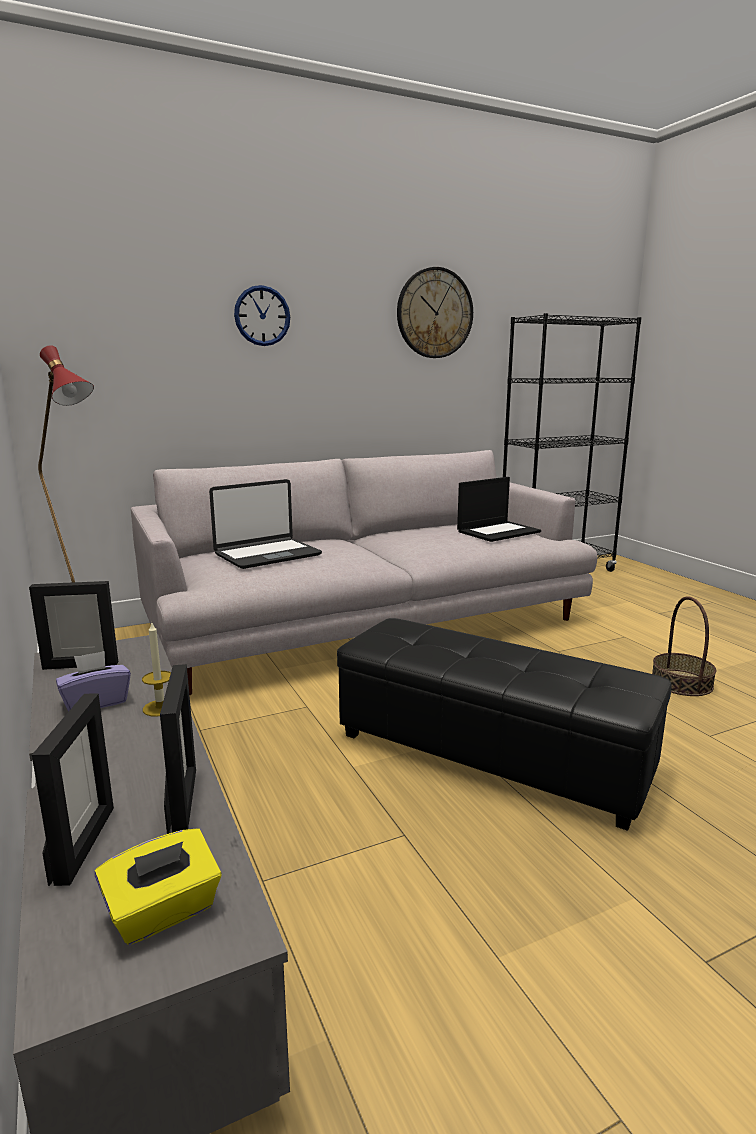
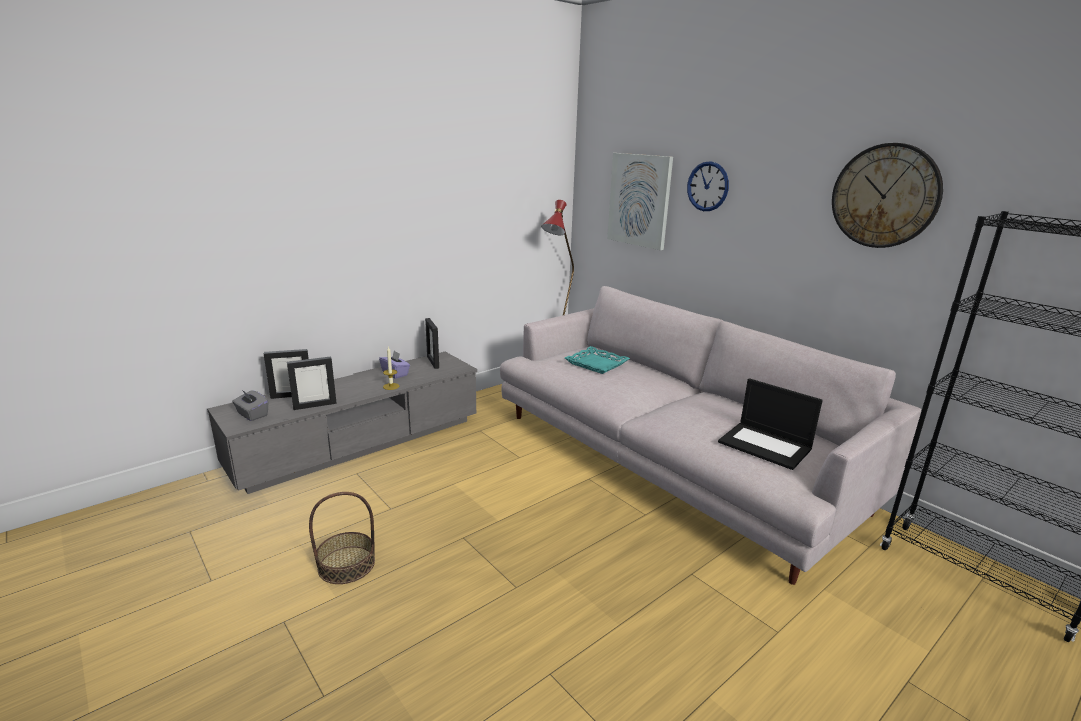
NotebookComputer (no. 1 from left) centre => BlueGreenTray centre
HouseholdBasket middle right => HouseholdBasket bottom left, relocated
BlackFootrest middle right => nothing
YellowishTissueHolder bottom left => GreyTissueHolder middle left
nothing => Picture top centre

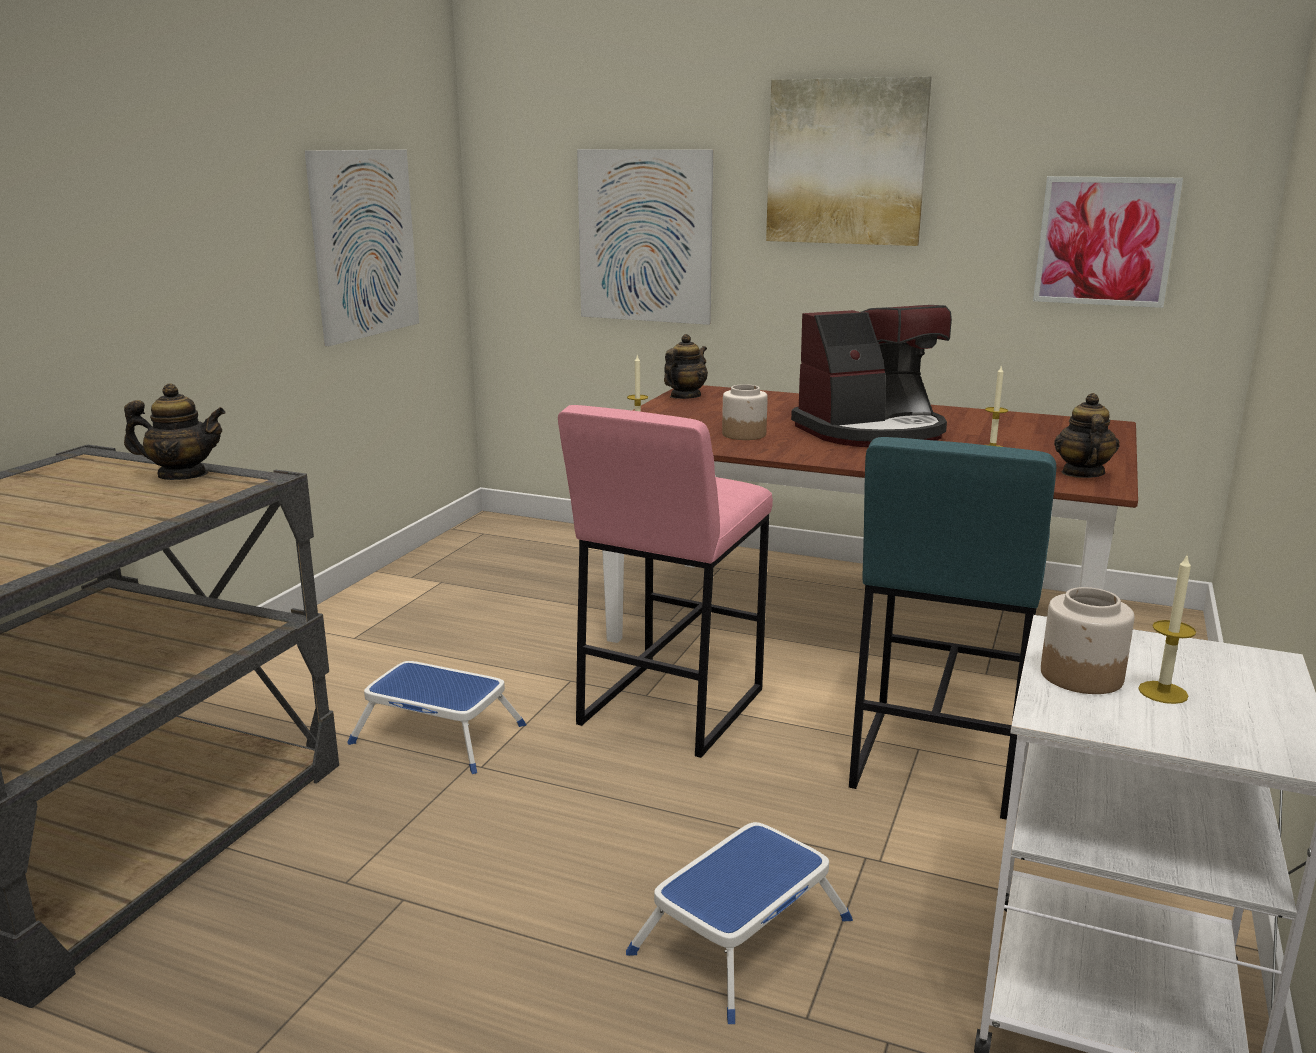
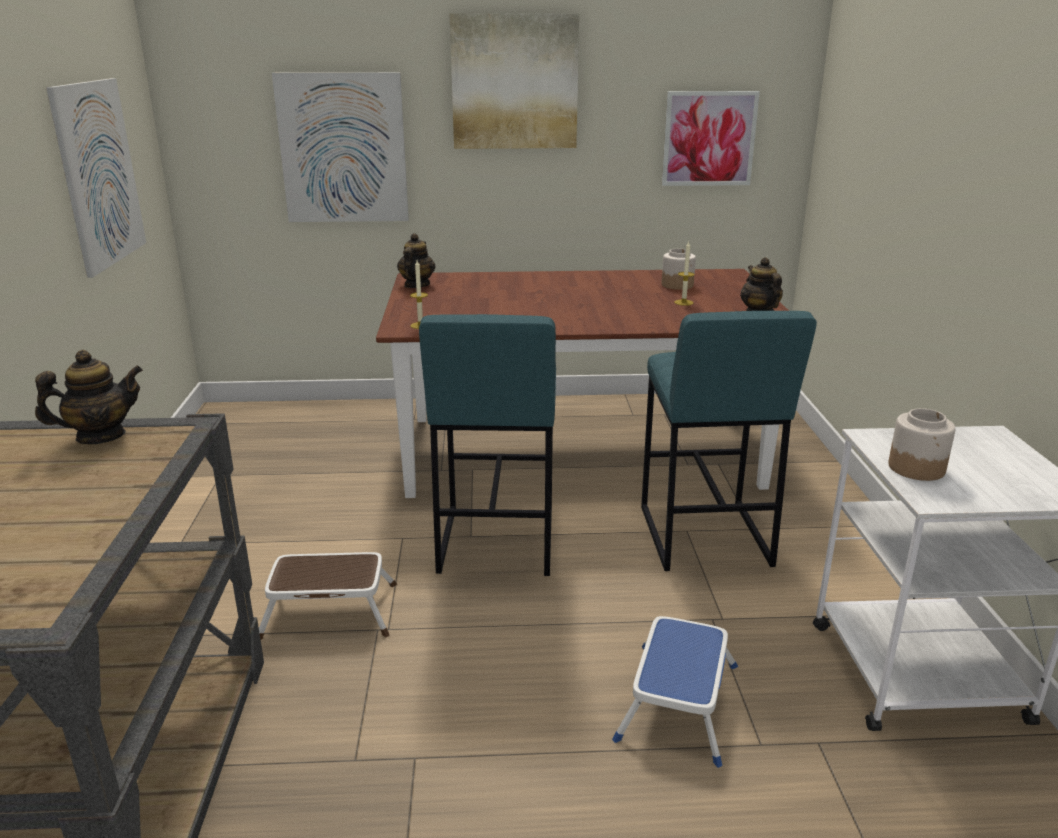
CoffeeMaker centre => nothing
Jar (no. 1 from left) centre => Jar (no. 1 from left) top centre, relocated
PinkColouredStool centre => BlueGreenStool (no. 1 from left) centre
WaxLight (no. 3 from left) middle right => nothing
BlueStepStool (no. 1 from left) bottom left => BrownishStepStool bottom left

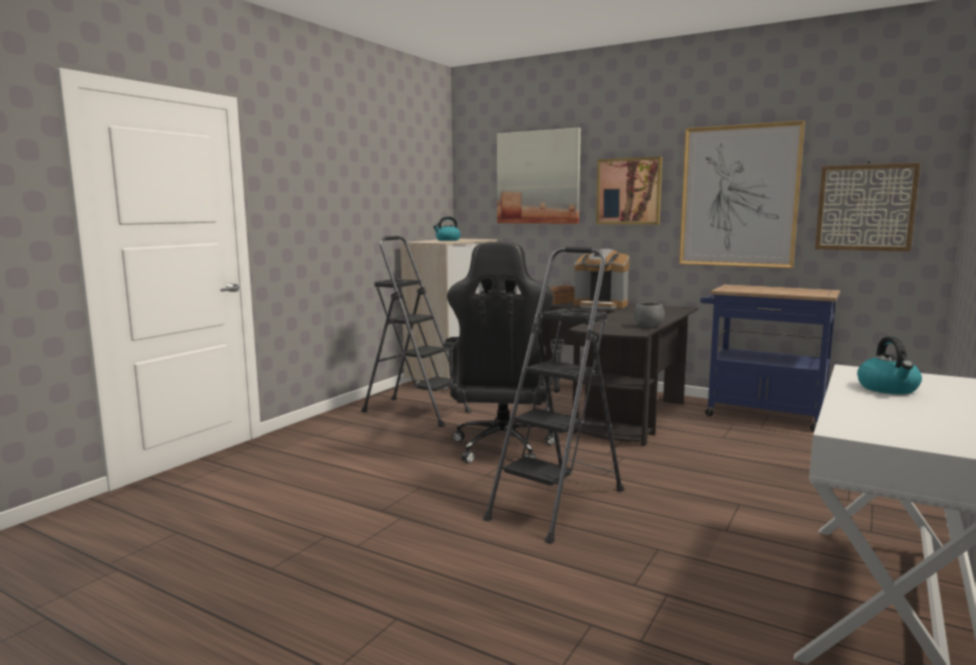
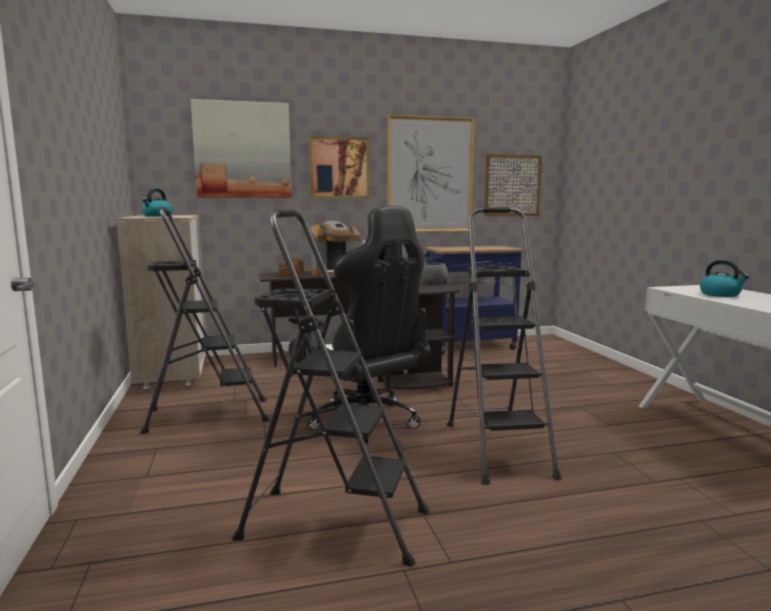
nothing => StepStool (no. 2 from left) centre

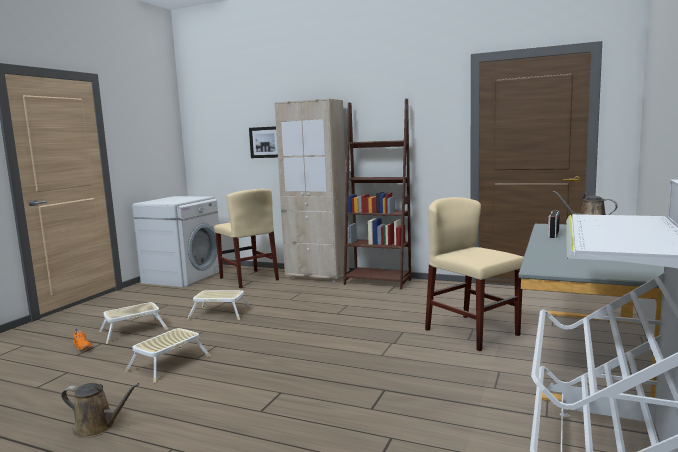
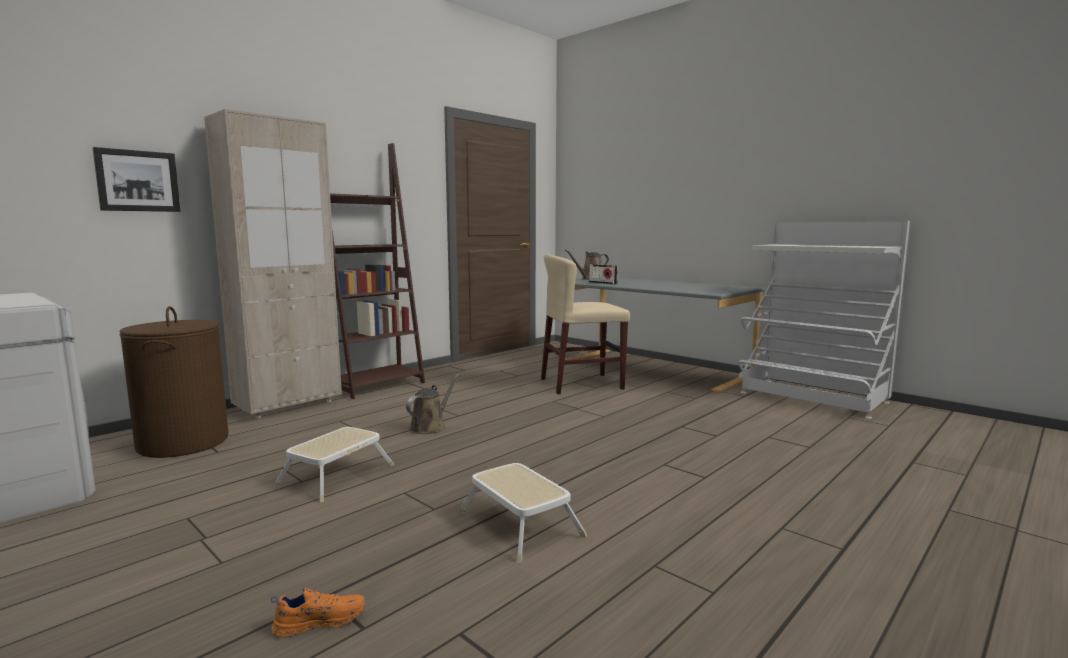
BeigeColouredUprightChair (no. 1 from left) centre => BrownishHamper middle left
BeigeColouredStepStool (no. 1 from left) bottom left => nothing
BrownishWateringPot (no. 1 from left) bottom left => BrownishWateringPot (no. 1 from left) centre, relocated

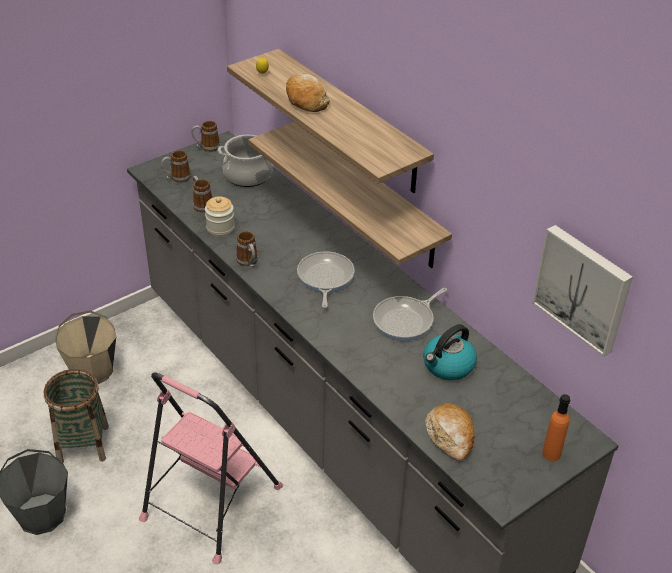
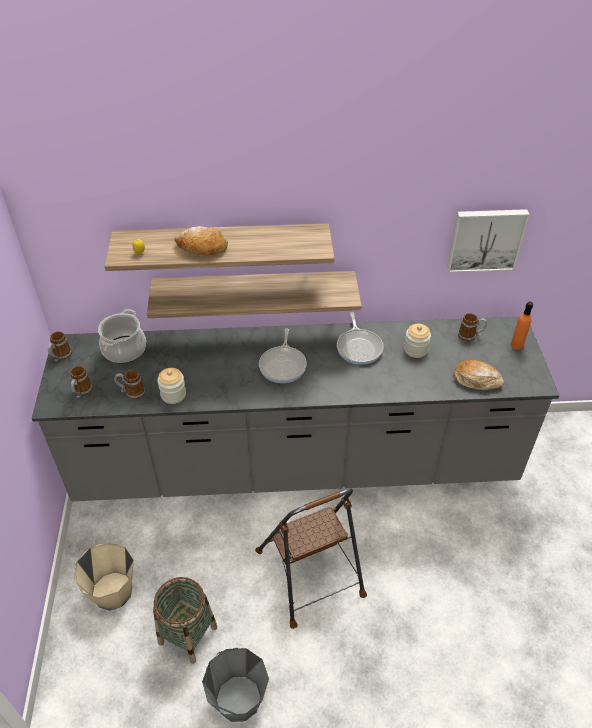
CoffeeMug (no. 4 from left) centre => CoffeeMug (no. 4 from left) middle right, relocated
FryingPan (no. 1 from left) centre, 120 degrees counterclockwise
TeaKettle middle right => Jar (no. 2 from left) middle right
PinkColouredStepStool bottom left => BrownishStepStool bottom centre

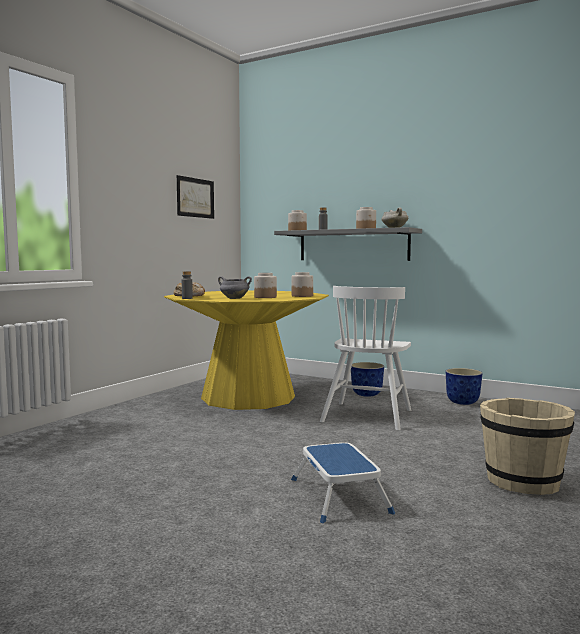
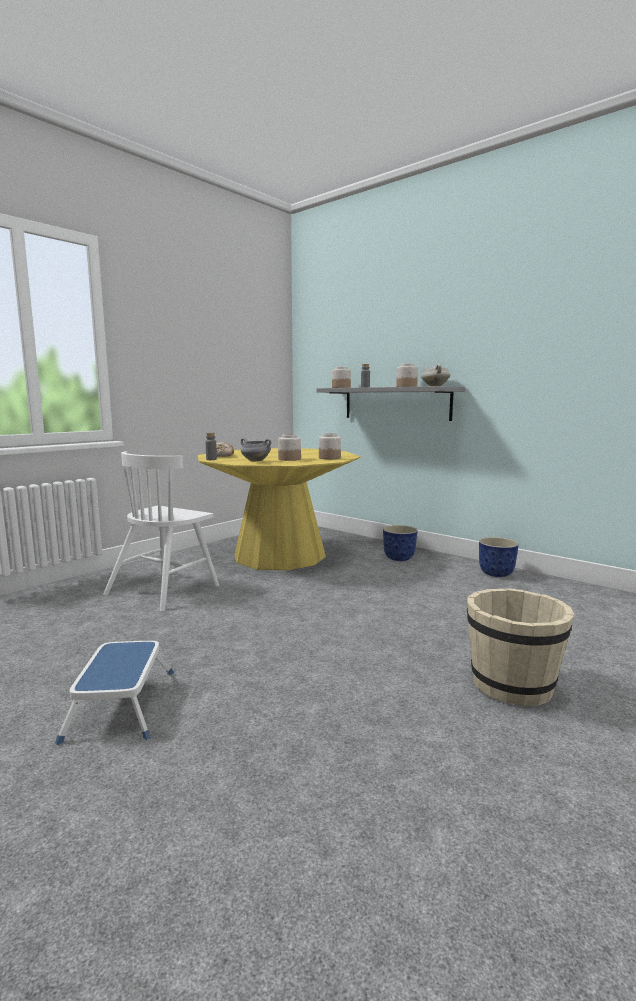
Picture top centre => nothing
WhiteColouredUprightChair centre => WhiteColouredUprightChair middle left, relocated
BlueStepStool bottom centre => BlueStepStool bottom left, relocated

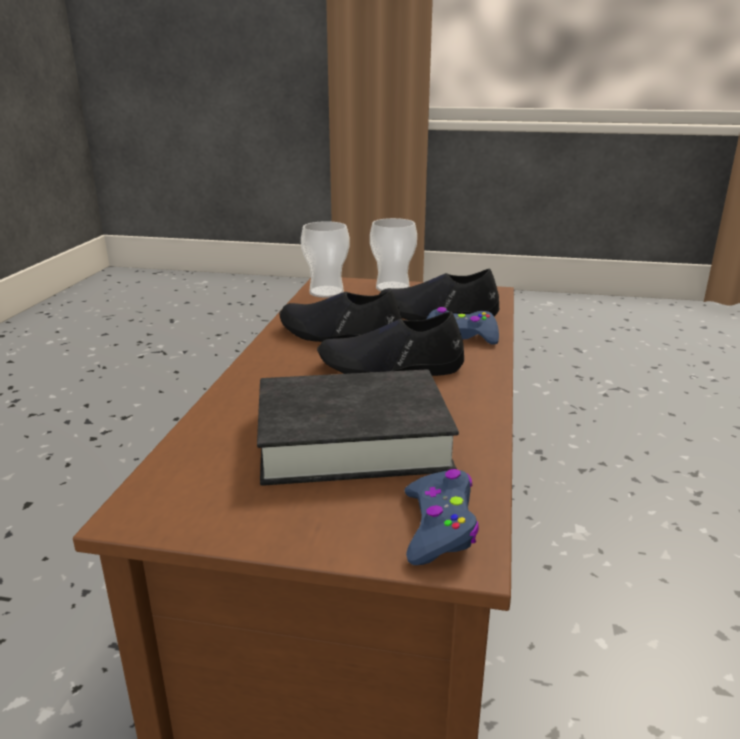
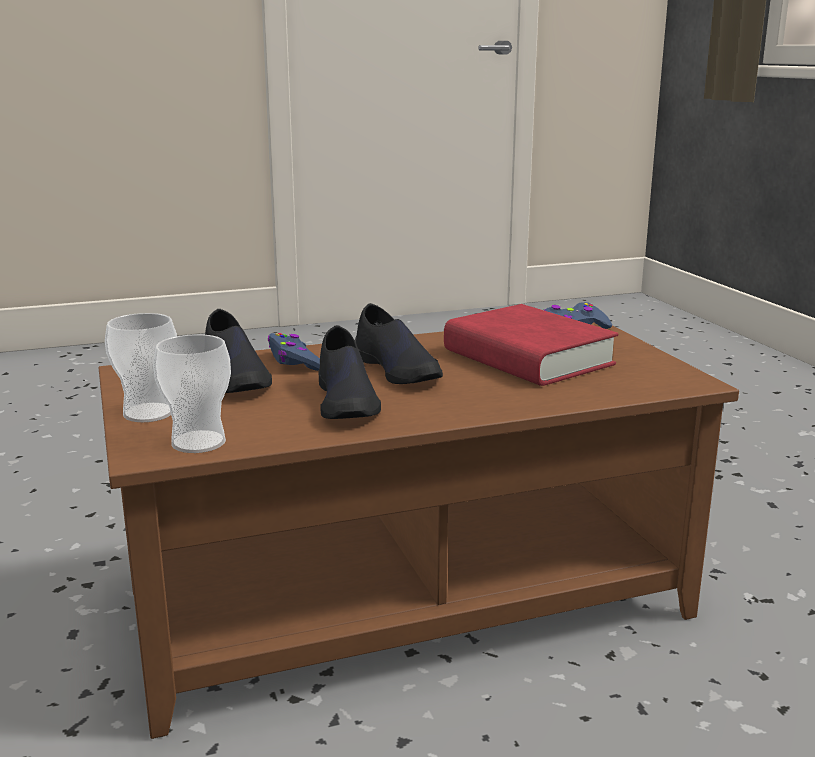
BlackBoundBook centre => RedBoundBook centre

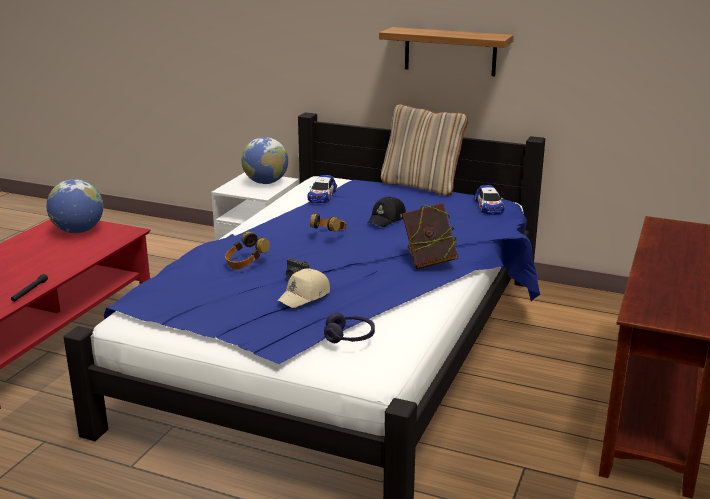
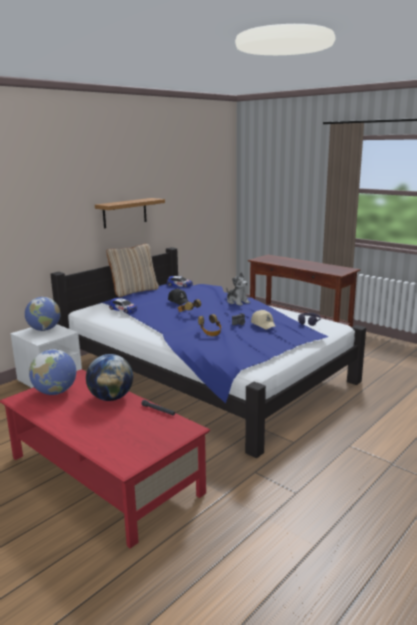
BoundBook centre => SoftToy centre
nothing => DeskGlobe (no. 3 from left) middle left

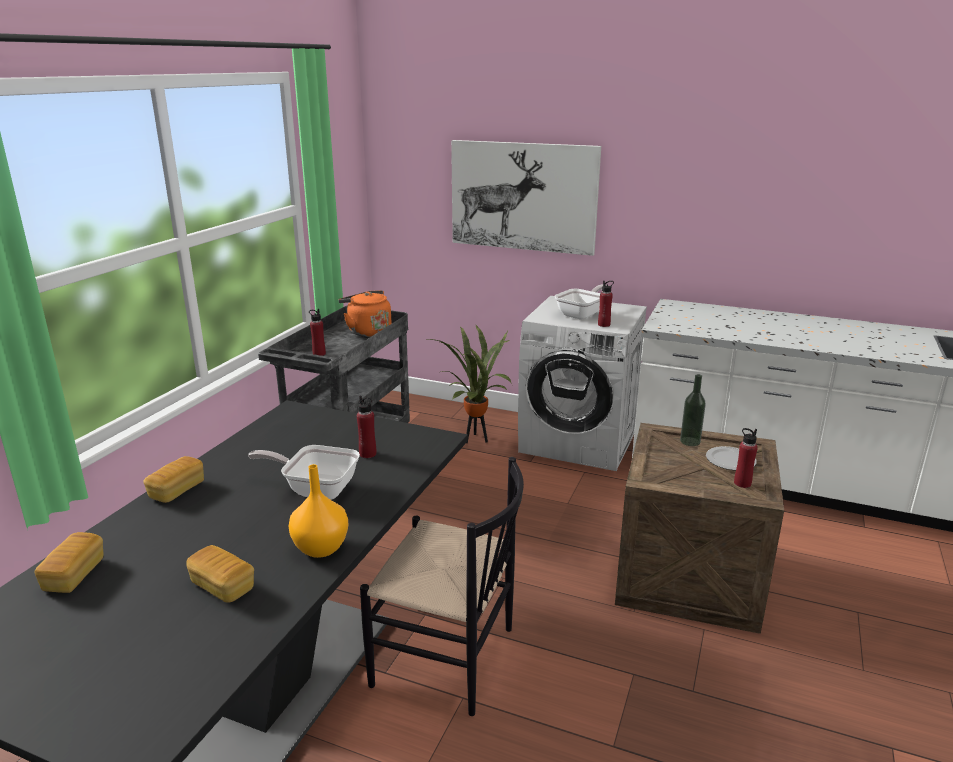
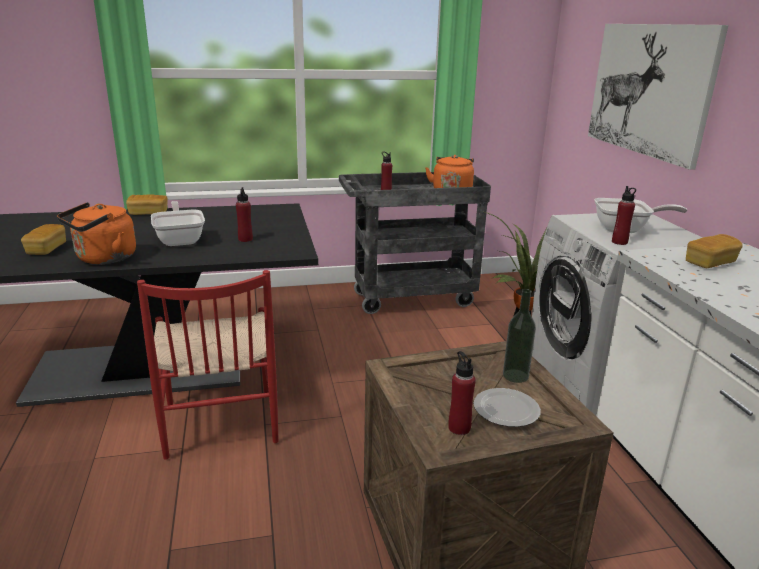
BlackUprightChair bottom centre => RedUprightChair middle left
OrangeyDecorativeVase bottom centre => OrangeyTeaKettle (no. 1 from left) middle left
Bread (no. 1 from left in the first image) bottom left => Bread (no. 3 from left) middle right, relocated

